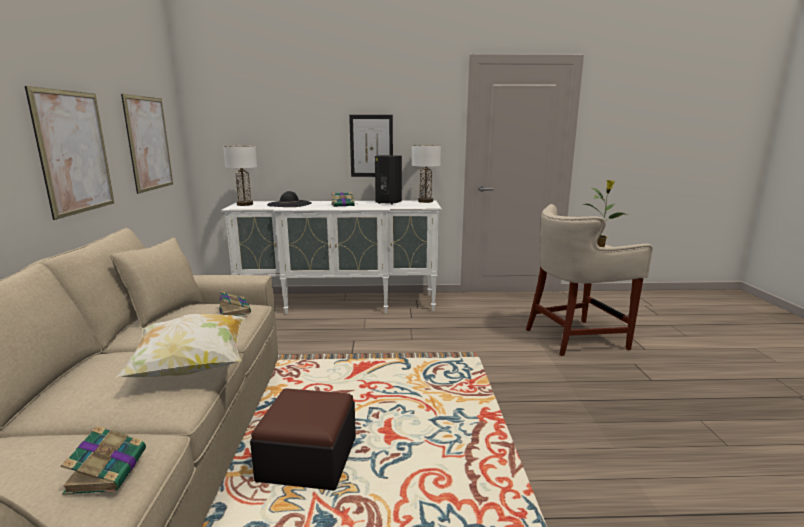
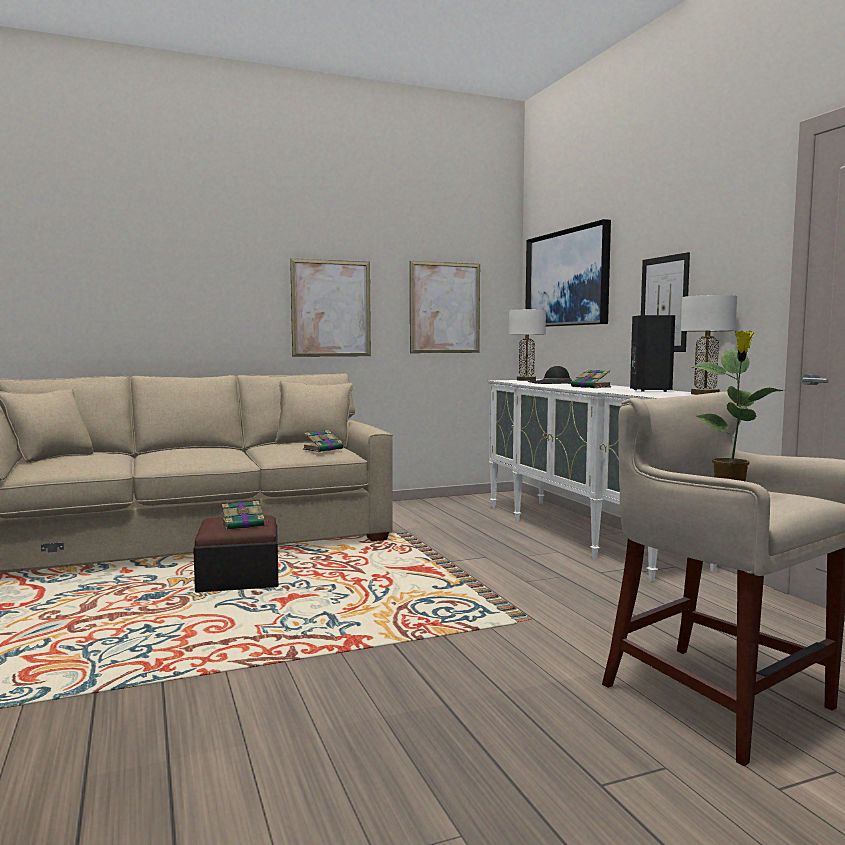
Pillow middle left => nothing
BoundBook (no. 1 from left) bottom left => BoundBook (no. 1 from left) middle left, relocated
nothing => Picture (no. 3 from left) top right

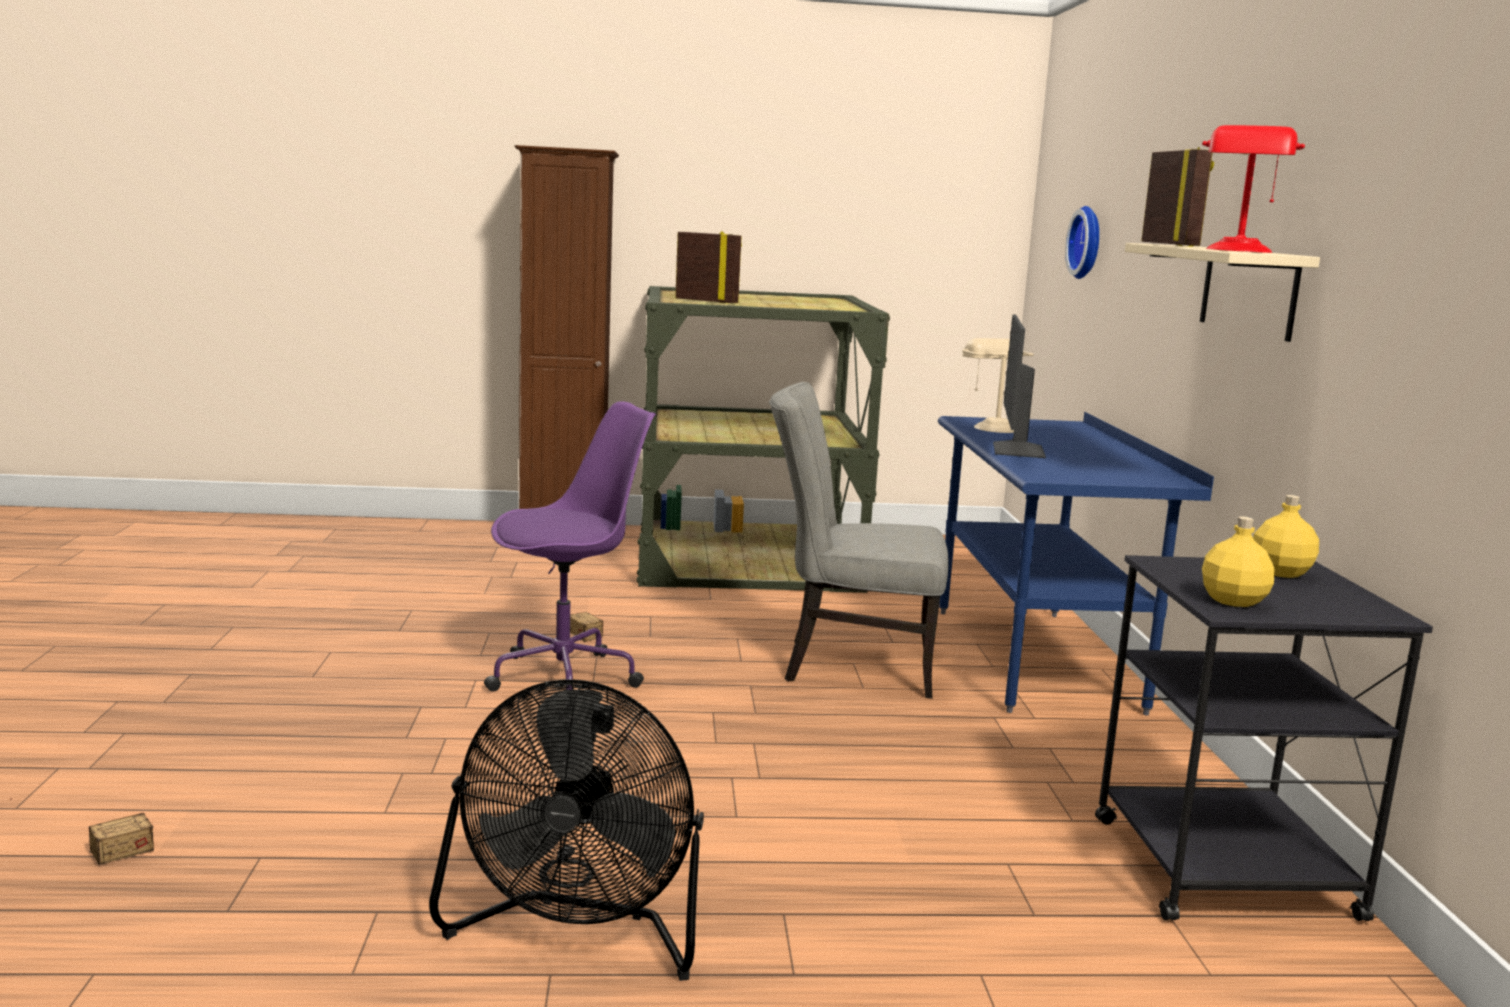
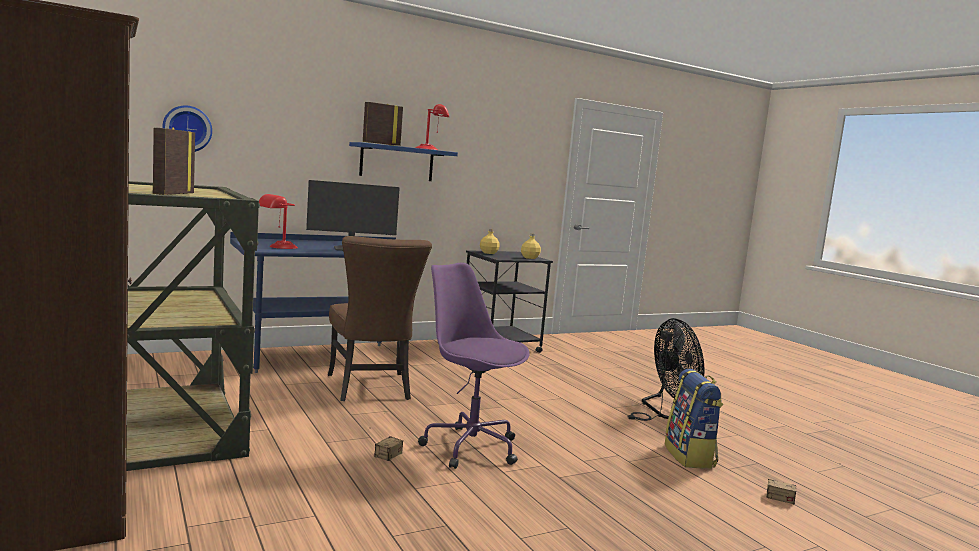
BeigeColouredShelf top right => BlueShelf top centre
BeigeColouredTabletopLamp centre => RedTabletopLamp (no. 1 from left) middle left
GreyUprightChair centre => BrownishUprightChair centre
nothing => Rucksack bottom right

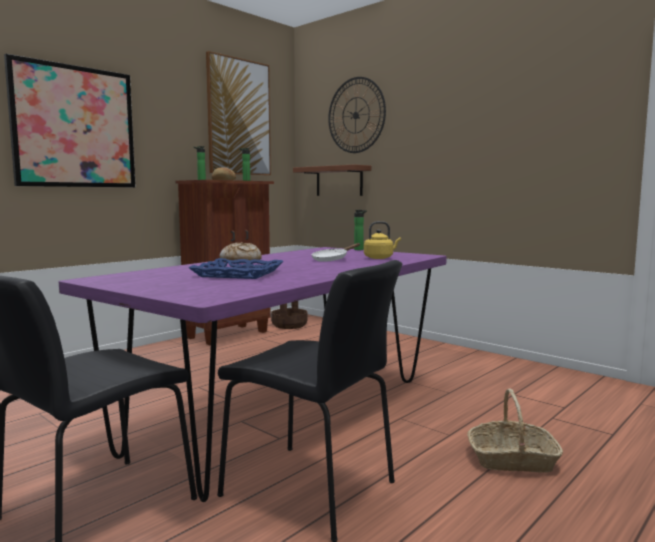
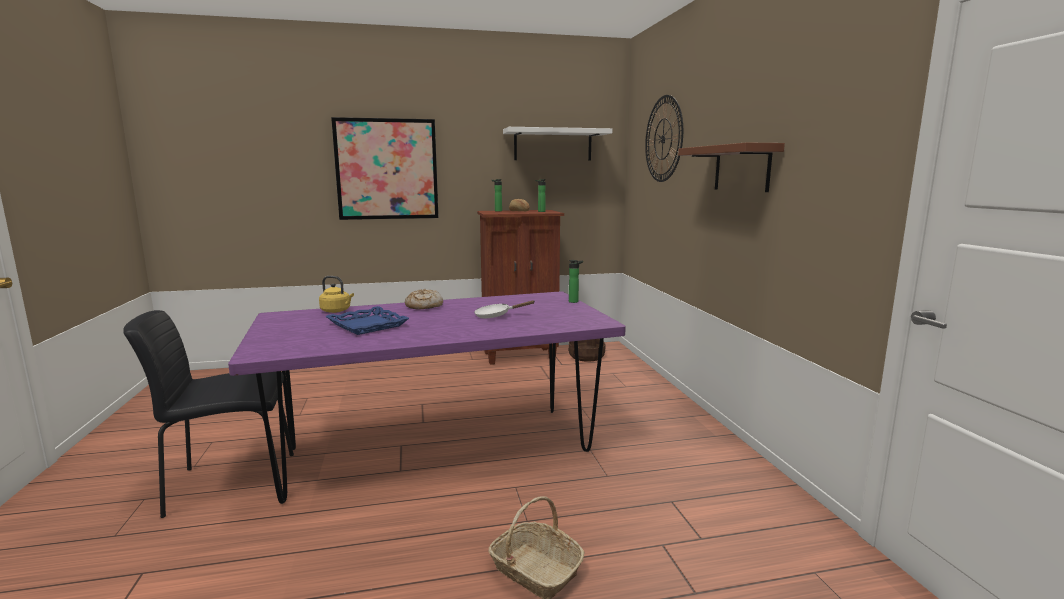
Picture (no. 2 from left) top centre => WhiteColouredShelf top centre
BrownishShelf top centre => BrownishShelf top right, relocated
YellowishTeaKettle centre => YellowishTeaKettle middle left, relocated
BlackUprightChair (no. 2 from left) bottom centre => nothing

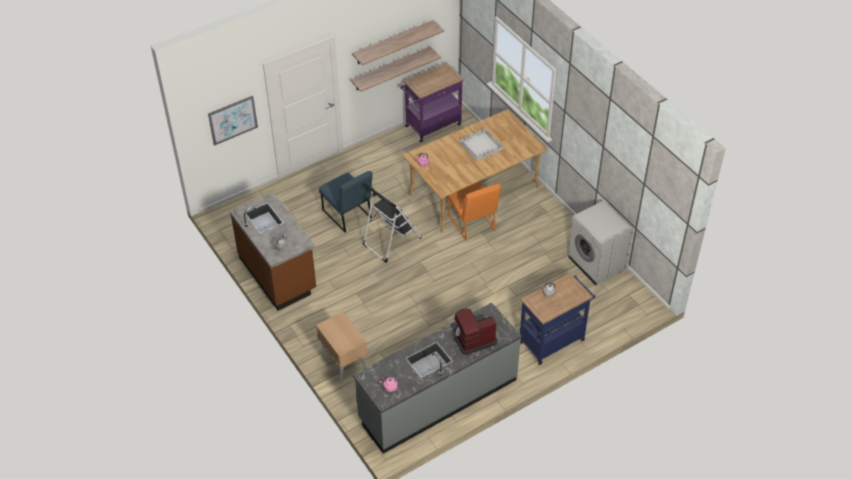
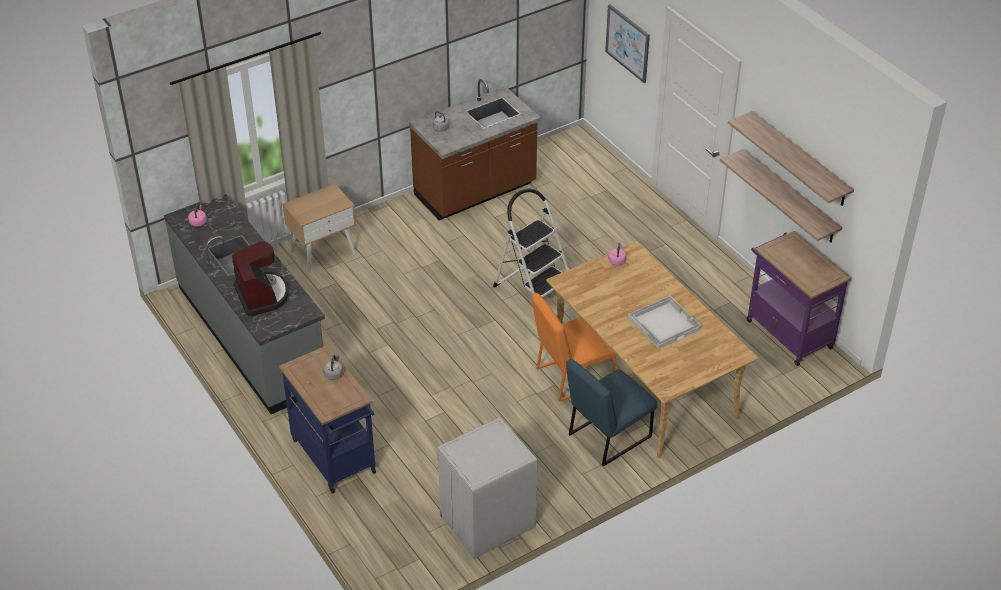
BlueUprightChair centre => BlueUprightChair bottom centre, relocated

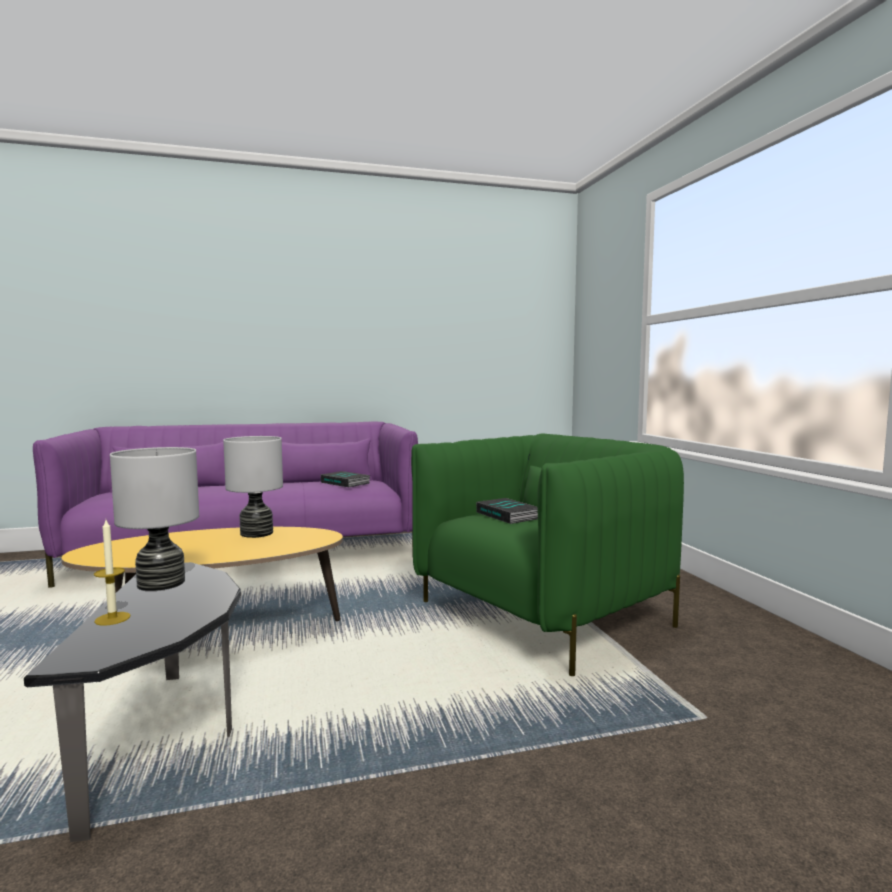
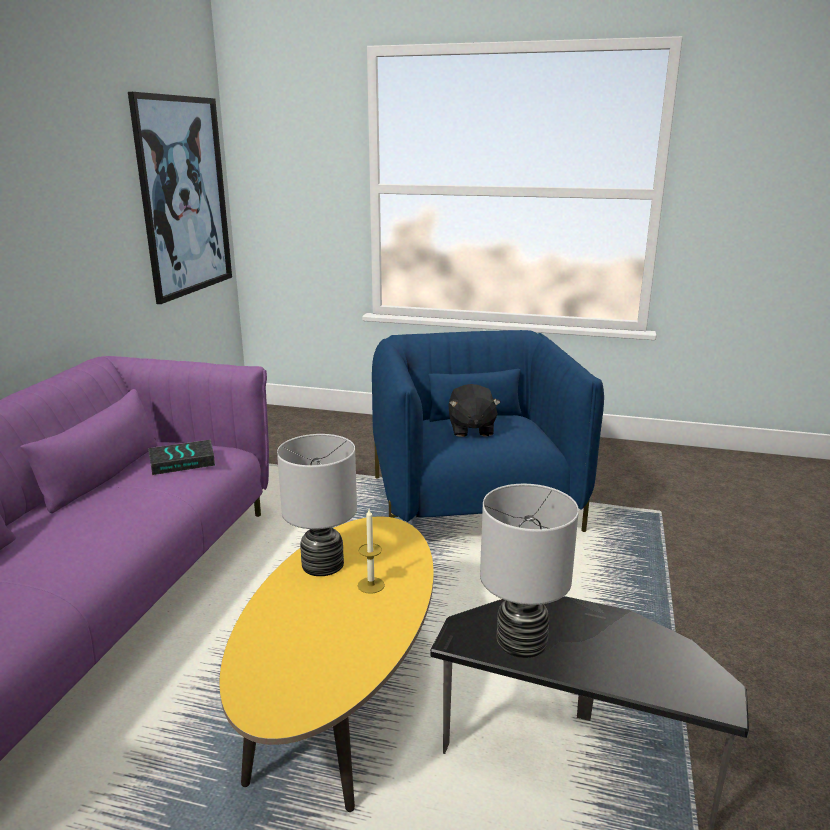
GreenLoungeChair centre => BlueLoungeChair centre
BoundBook (no. 2 from left) centre => BlackSoftToy centre
WaxLight middle left => WaxLight centre, relocated
nothing => Picture top left

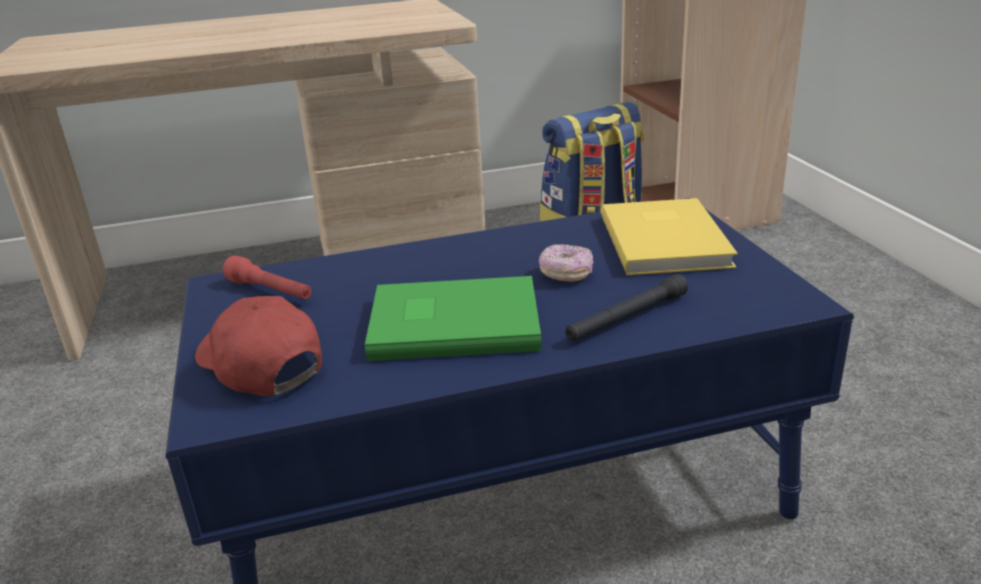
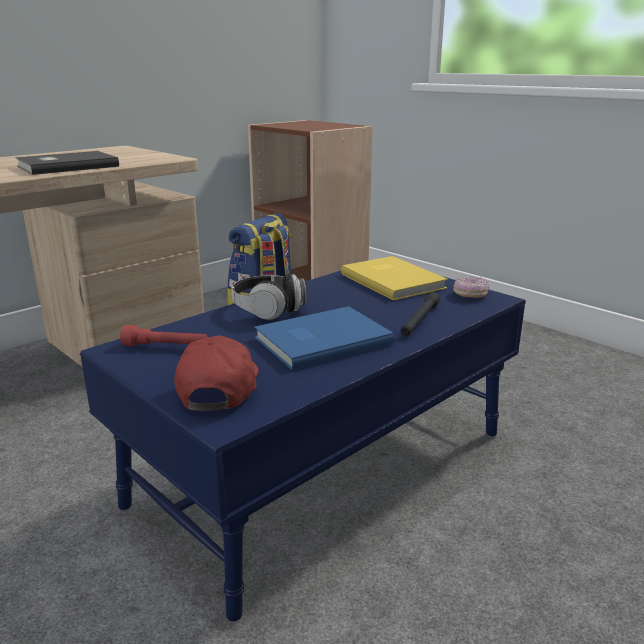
RingDoughnut centre => RingDoughnut middle right, relocated
GreenBoundBook centre => BlueBoundBook centre
RedPeakedCap middle left => RedPeakedCap centre, 75 degrees clockwise
nothing => GreyBoundBook top left
nothing => Headphones centre

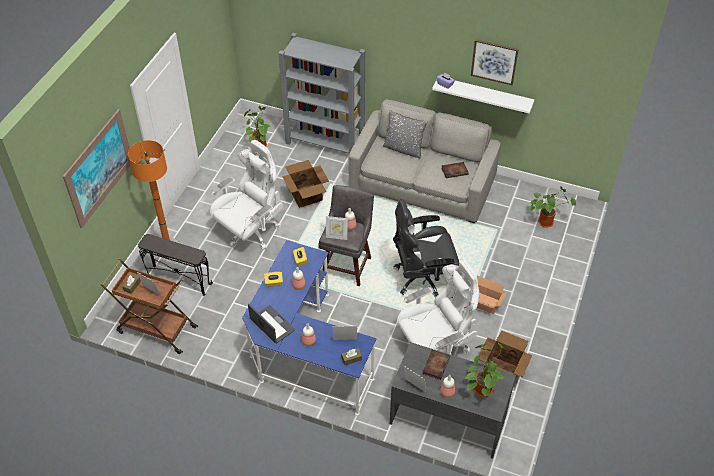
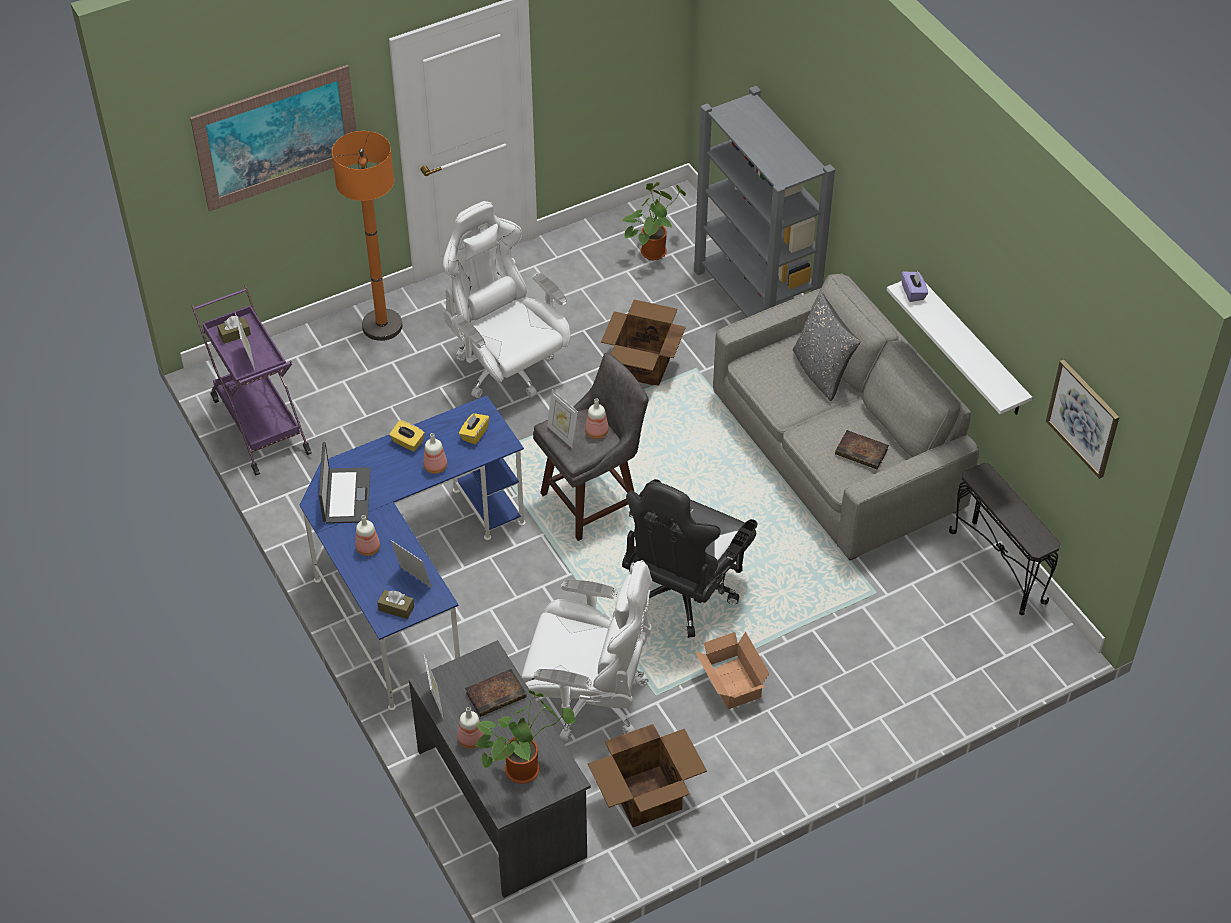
Picture (no. 2 from left) top right => Picture (no. 2 from left) middle right, relocated
WhiteColouredComputerChair (no. 1 from left) centre => WhiteColouredComputerChair (no. 1 from left) top centre, 120 degrees counterclockwise
PlantInAPot (no. 3 from left) middle right => nothing
BlackComputerChair centre, 90 degrees counterclockwise
BlackEndTable middle left => BlackEndTable middle right, relocated
BrownishCart middle left => PurpleColouredCart middle left

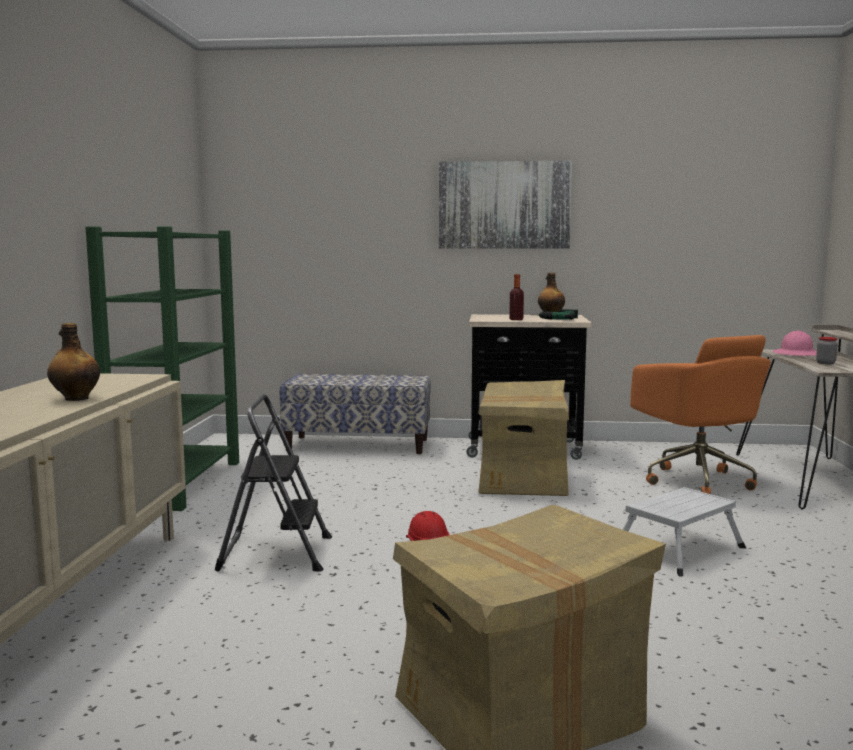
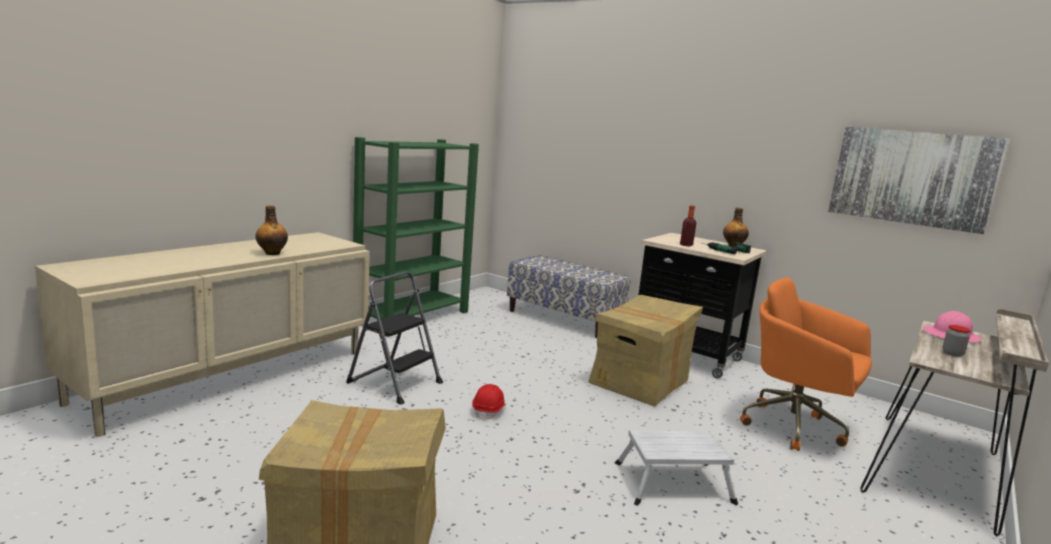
Picture top centre => Picture top right, relocated
OrangeyComputerChair middle right => OrangeyComputerChair bottom right, 120 degrees clockwise

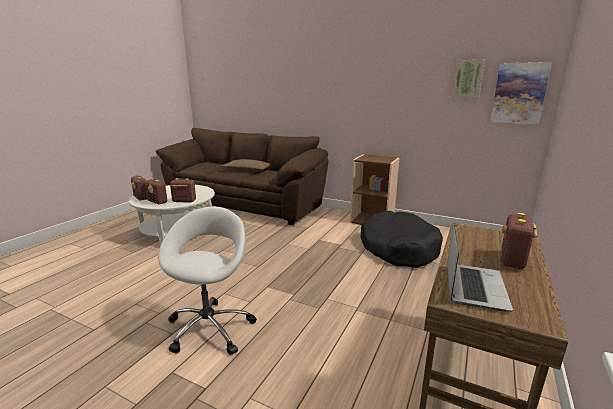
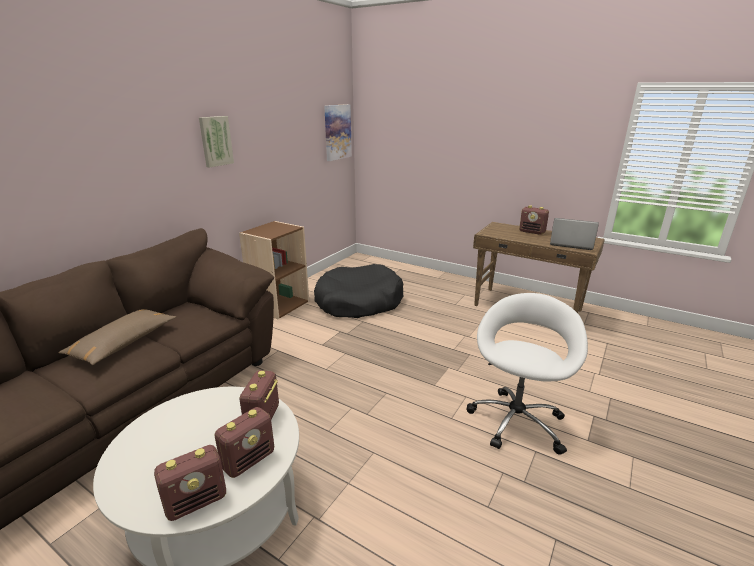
Picture (no. 1 from left) top right => Picture (no. 1 from left) top left, relocated
WhiteColouredComputerChair bottom centre => WhiteColouredComputerChair middle right, 90 degrees clockwise

